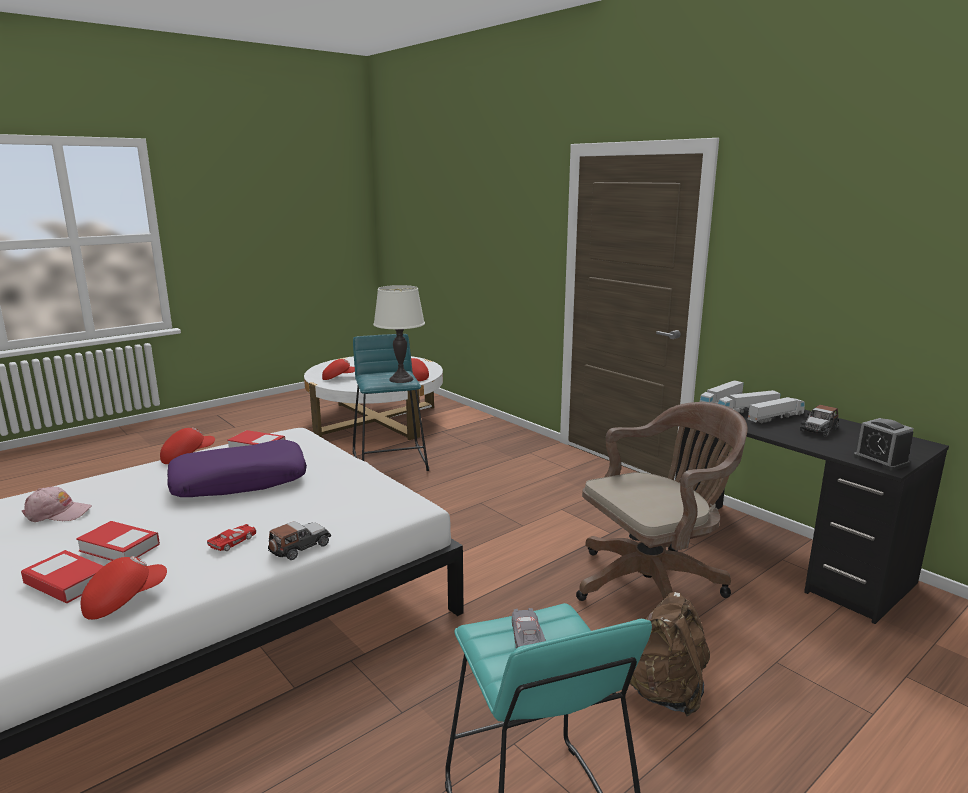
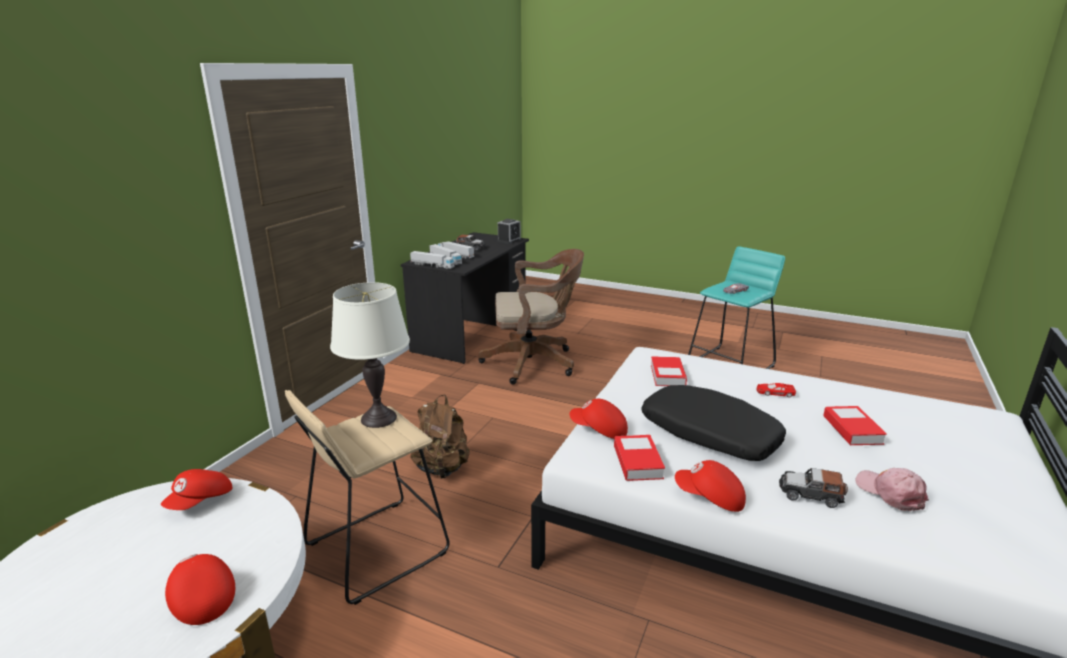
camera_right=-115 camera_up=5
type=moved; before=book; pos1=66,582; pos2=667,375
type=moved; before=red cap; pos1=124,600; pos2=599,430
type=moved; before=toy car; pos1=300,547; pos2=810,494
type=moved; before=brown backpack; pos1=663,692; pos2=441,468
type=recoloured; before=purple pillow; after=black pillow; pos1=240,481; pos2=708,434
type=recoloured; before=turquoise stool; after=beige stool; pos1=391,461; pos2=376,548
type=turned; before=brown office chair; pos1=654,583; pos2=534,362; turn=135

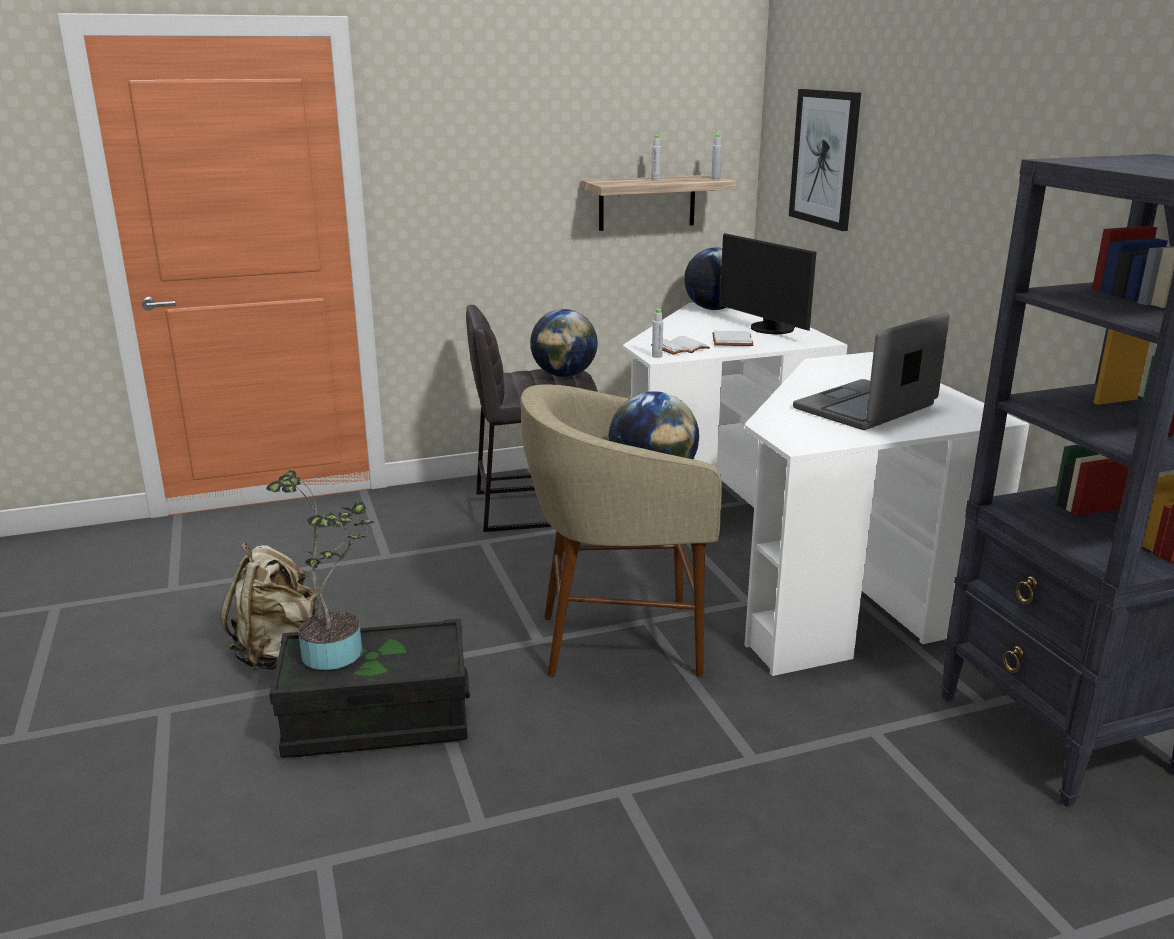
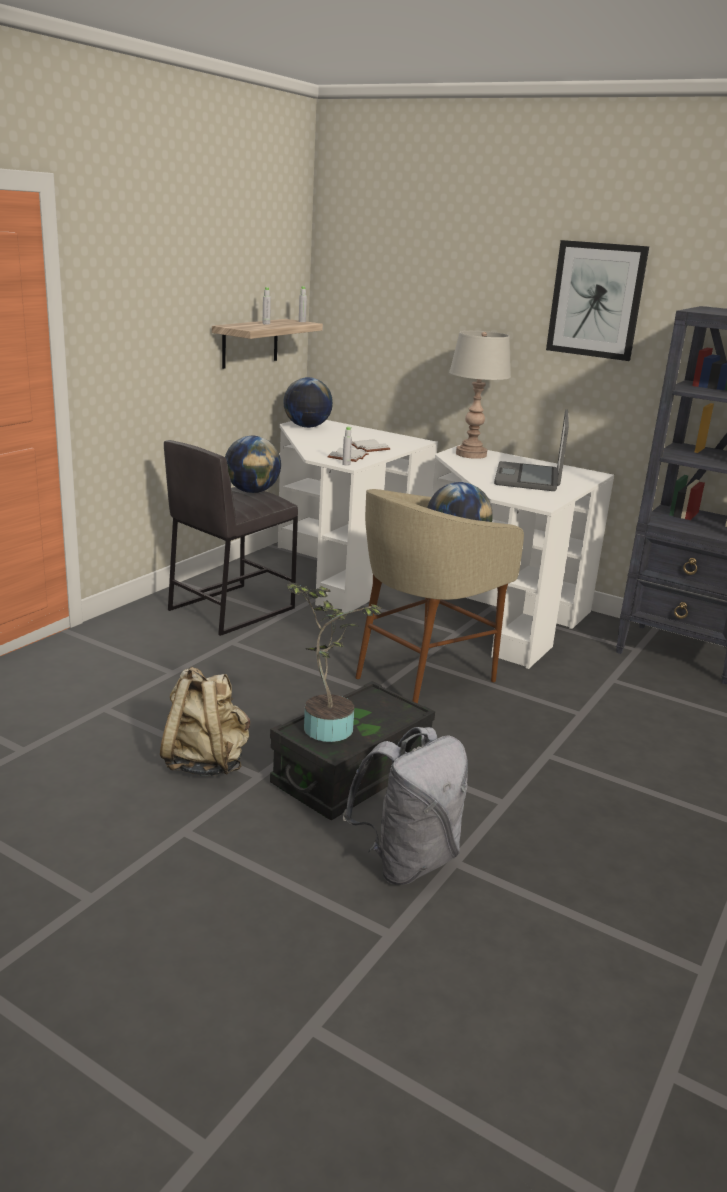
camera_right=-40 camera_up=0
type=removed; before=monitor; pos1=768,329
type=added; after=grey backpack; pos2=407,861
type=added; after=grey table lamp; pos2=471,454
type=moved; before=picture; pos1=825,158; pos2=596,300

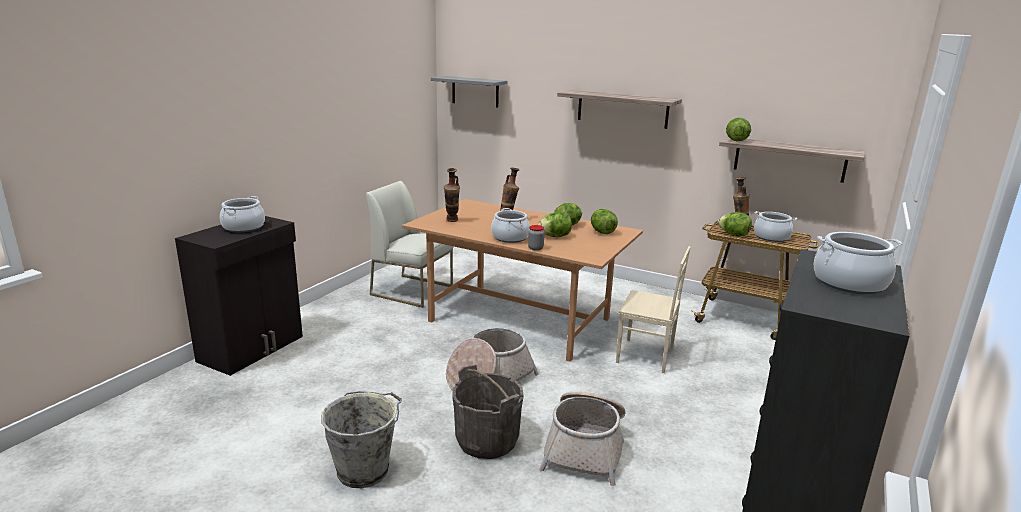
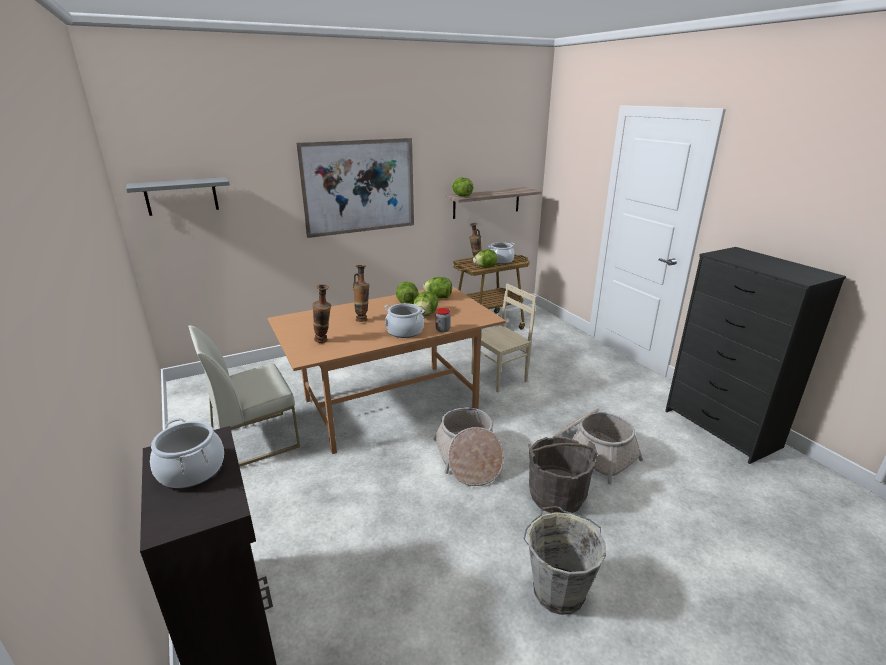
camera_right=-55 camera_up=5
type=removed; before=cooking pot; pos1=849,283
type=replaced; before=shelf; after=picture; pos1=622,109; pos2=359,187

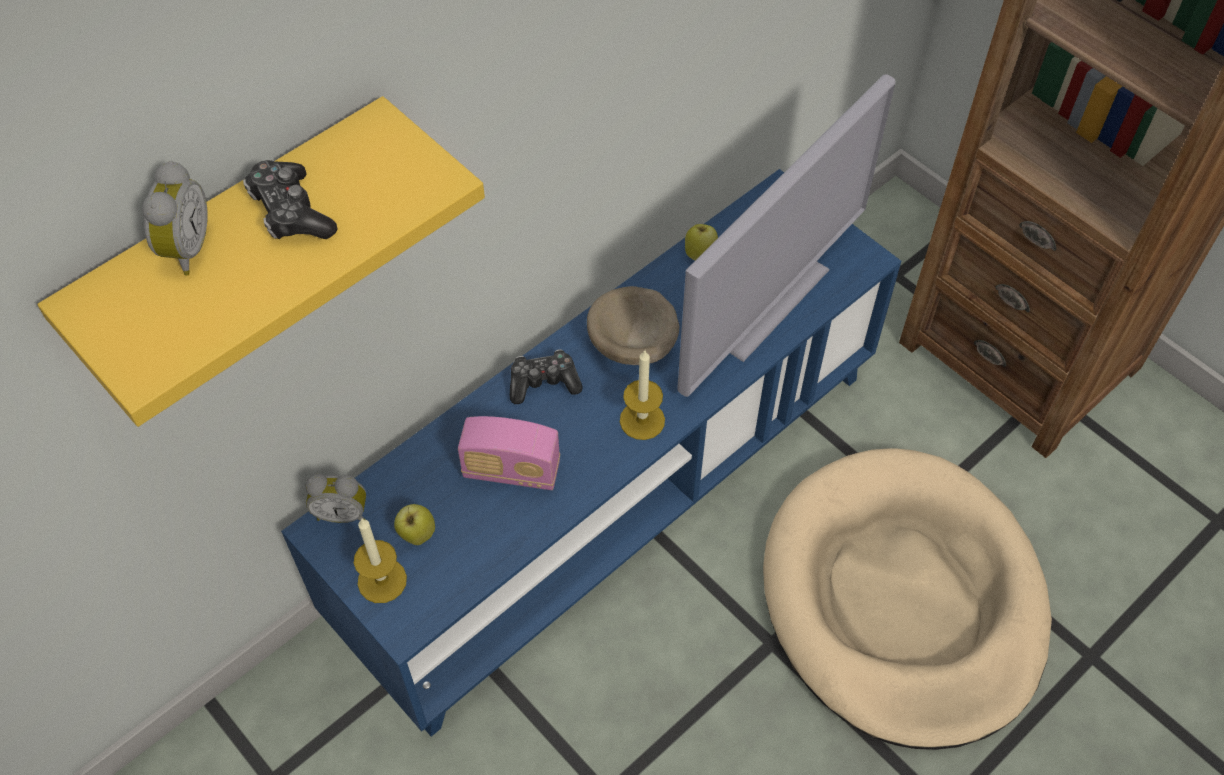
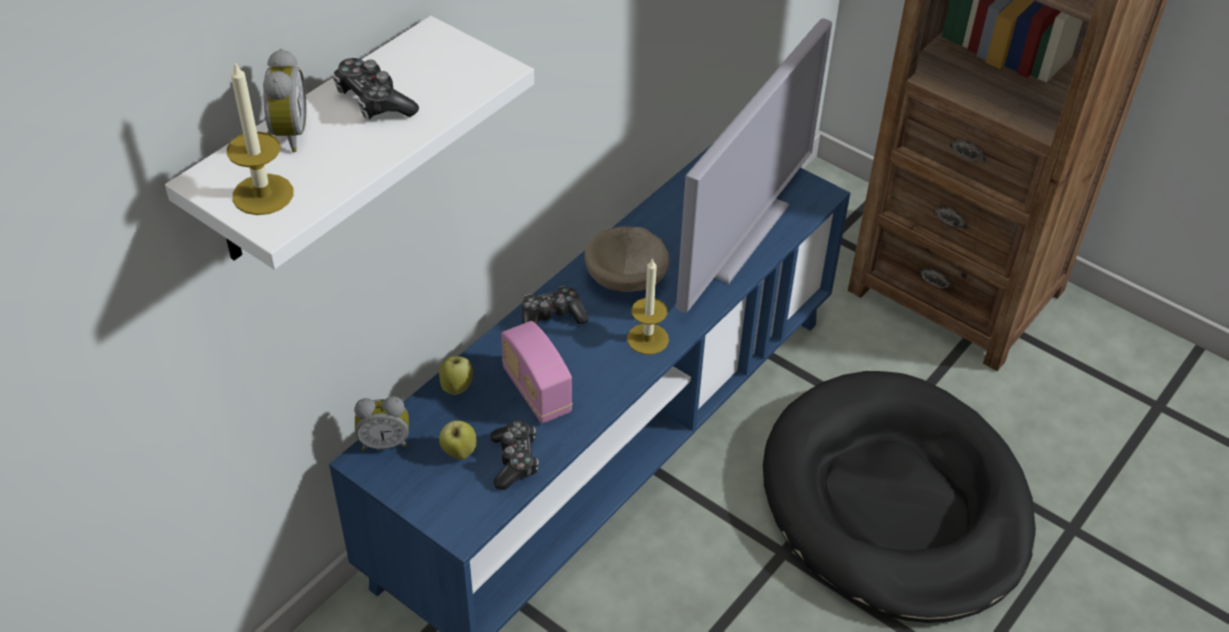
camera_right=-10 camera_up=-10
type=added; after=game controller; pos2=514,461
type=moved; before=candle; pos1=382,580; pos2=263,194
type=moved; before=apple; pos1=700,253; pos2=457,387
type=recoloured; before=yellow shelf; after=white shelf; pos1=237,242; pos2=315,145
type=recoloured; before=beige dog bed; after=black dog bed; pos1=902,600; pos2=895,502
type=turned; before=radio; pos1=511,471; pos2=536,391; turn=60

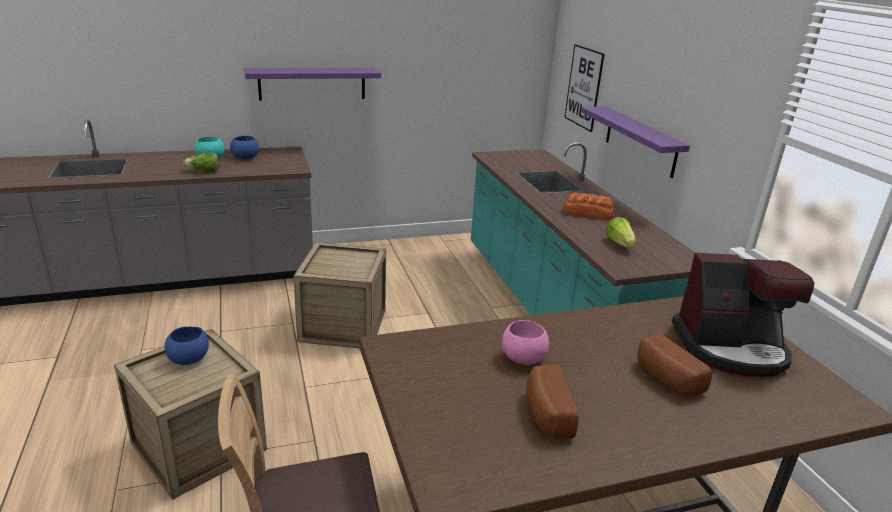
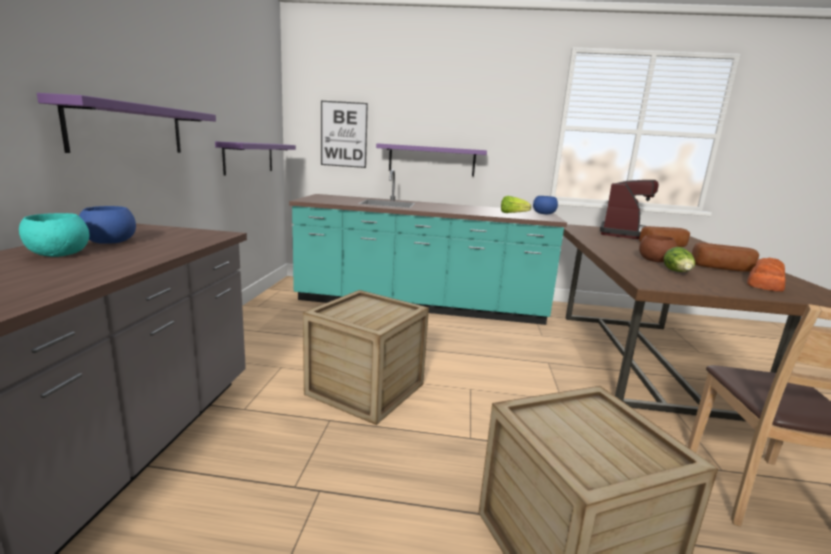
camera_right=-65 camera_up=-10
type=added; after=purple shelf; pos2=249,158
type=moved; before=blue bowl; pos1=190,359; pos2=543,214
type=moved; before=lettuce; pos1=204,171; pos2=678,272
type=moved; before=bread; pos1=587,213; pos2=764,284
type=recoloured; before=pink bowl; after=brown bowl; pos1=523,357; pos2=653,261

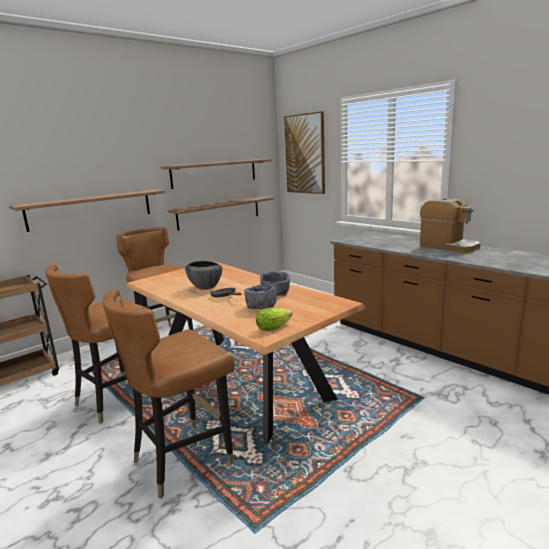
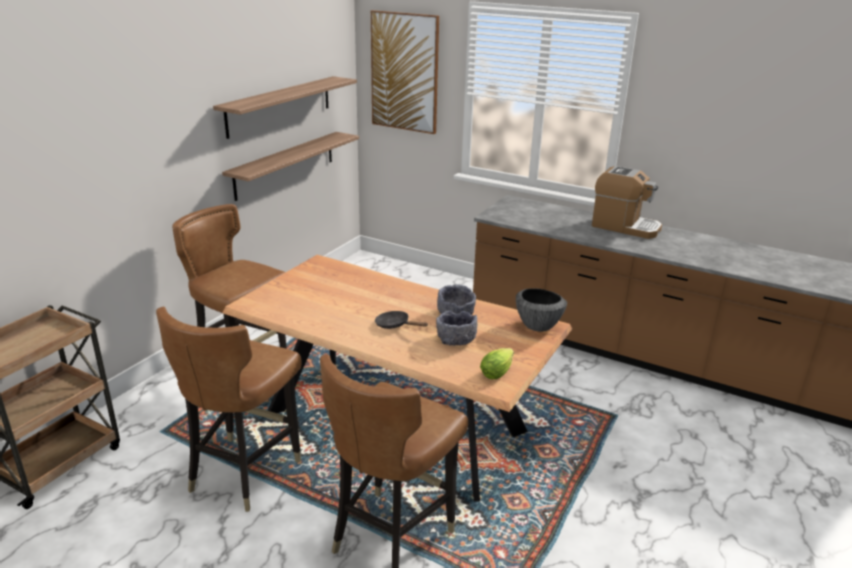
camera_right=-20 camera_up=10
type=removed; before=shelf; pos1=91,209
type=moved; before=bowl; pos1=206,287; pos2=538,326

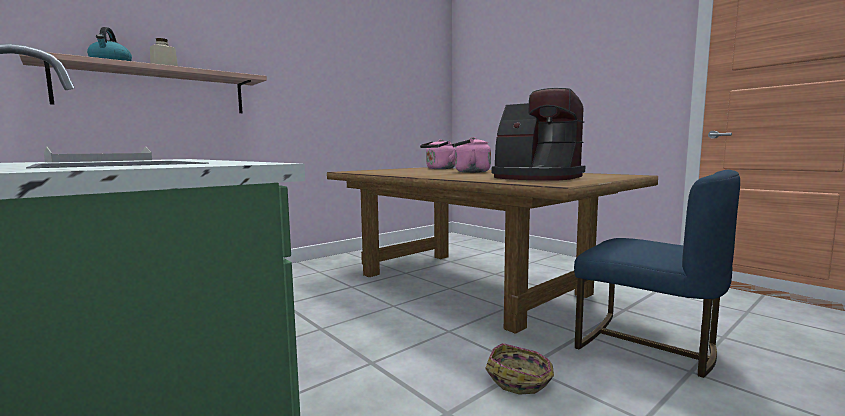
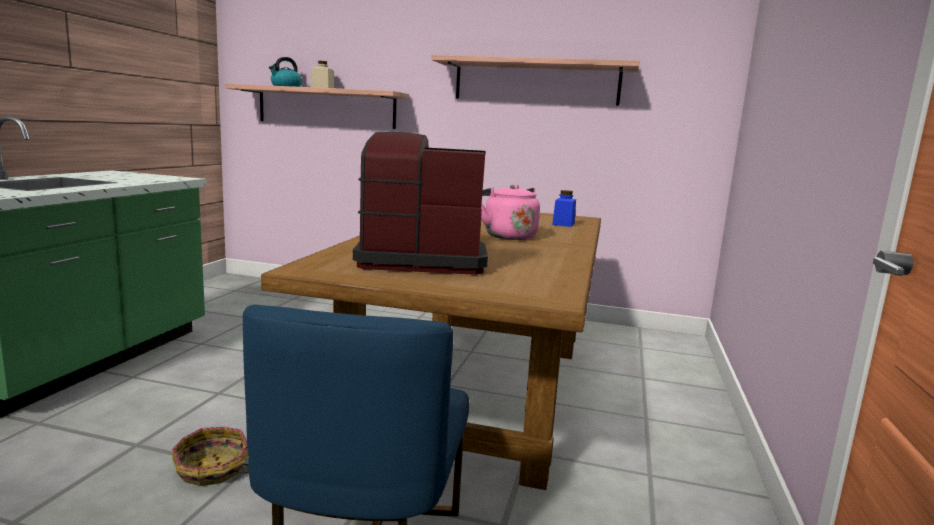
camera_right=55 camera_up=5
type=removed; before=grey tray; pos1=101,161
type=added; after=shelf; pos2=536,82
type=replaced; before=pink kettle; after=blue jar; pos1=439,169; pos2=563,224
type=turned; before=coffee machine; pos1=536,177; pos2=420,260; turn=90

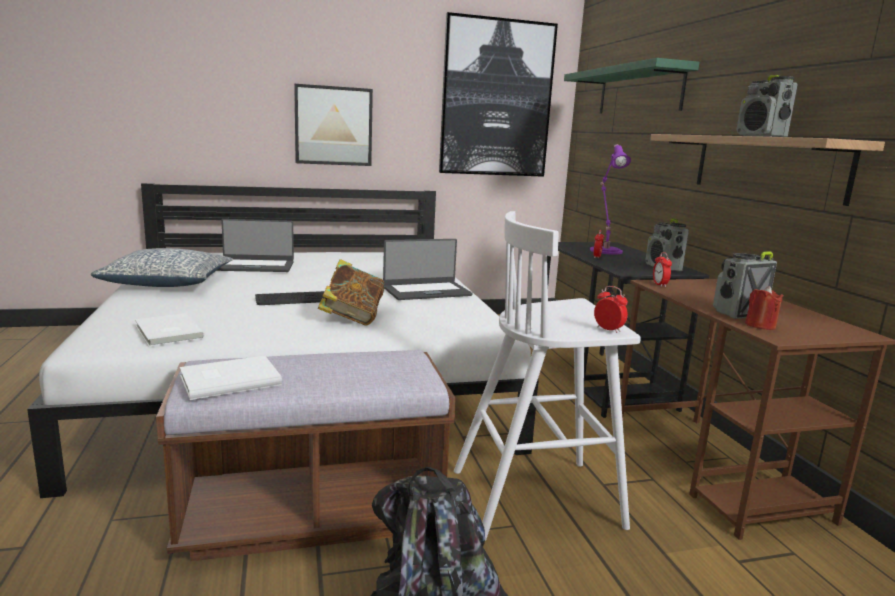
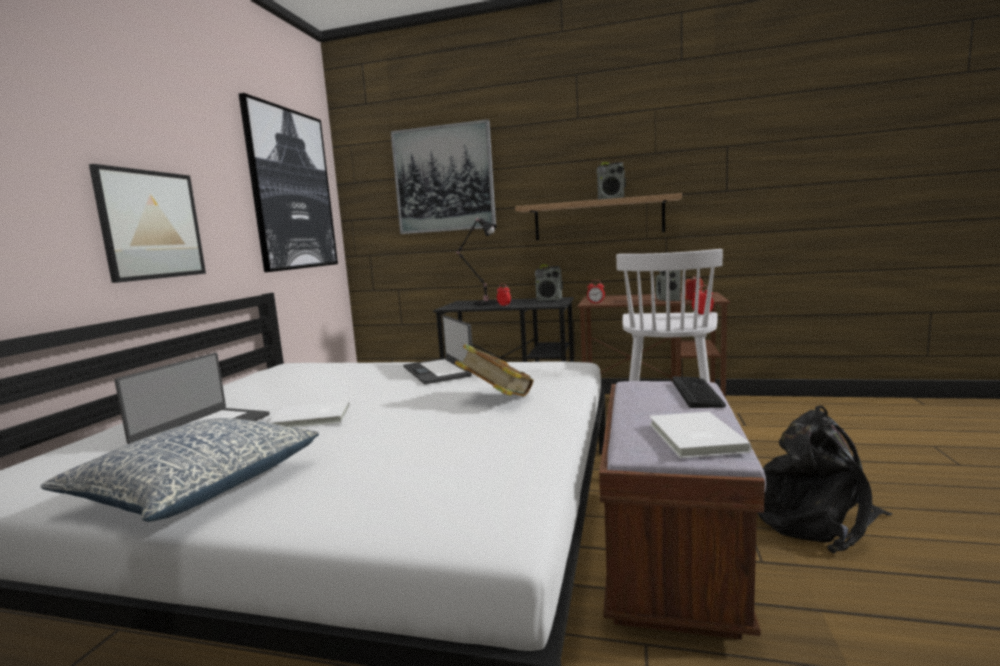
camera_right=-60 camera_up=-5
type=moved; before=white book; pos1=167,332; pos2=312,418
type=moved; before=keyboard; pos1=293,300; pos2=697,393
type=replaced; before=green shelf; after=picture; pos1=639,91; pos2=444,179
type=recoloured; before=purple table lamp; after=black table lamp; pos1=605,250; pos2=484,303
type=turned; before=laptop; pos1=426,291; pos2=438,371; turn=150

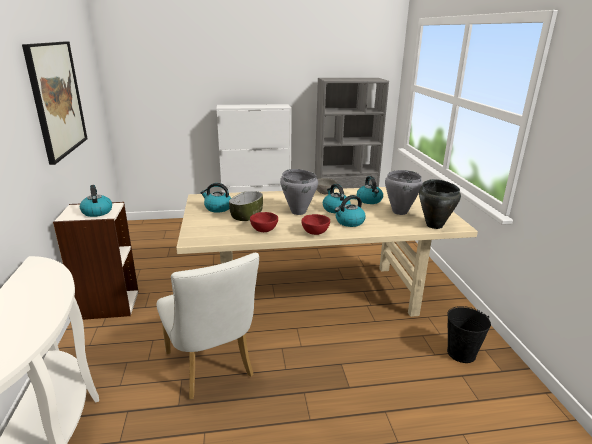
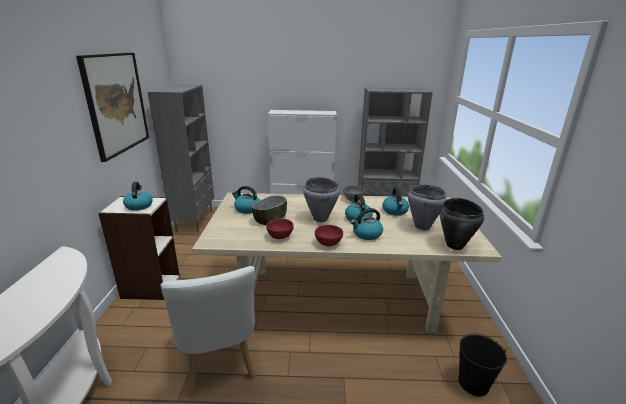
camera_right=10 camera_up=0
type=added; after=grey bookcase; pos2=194,221

